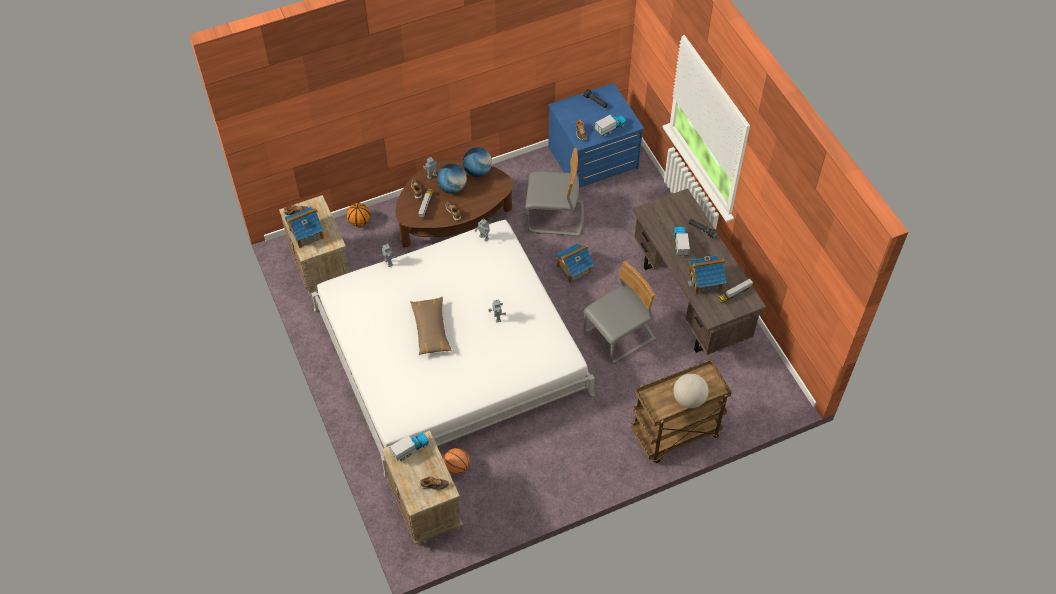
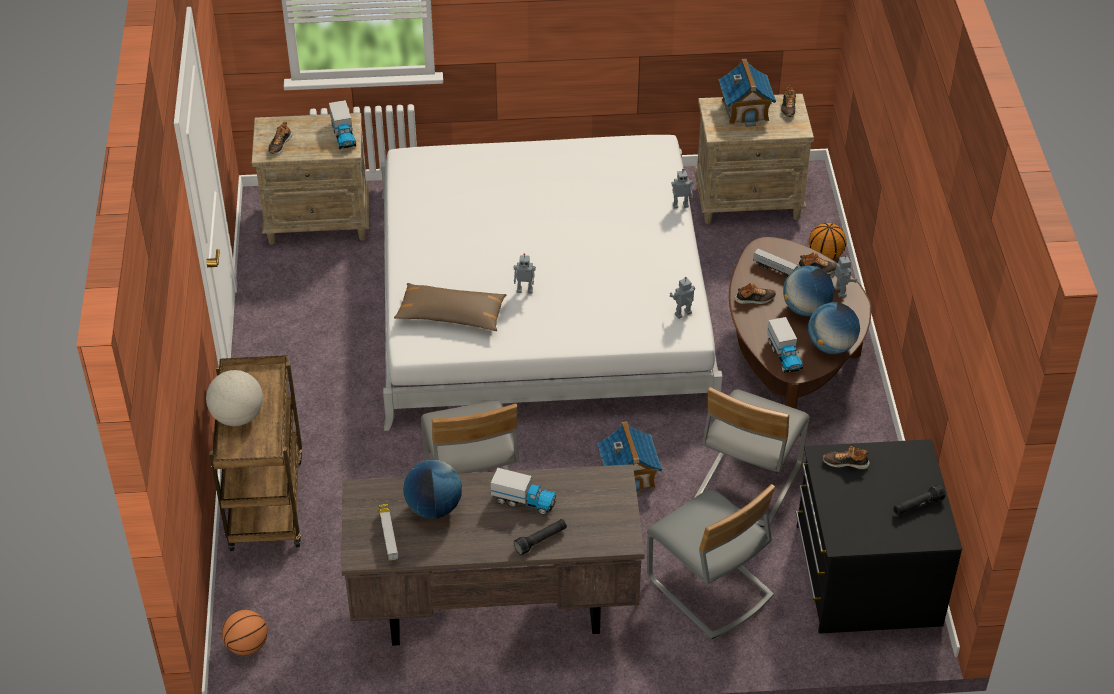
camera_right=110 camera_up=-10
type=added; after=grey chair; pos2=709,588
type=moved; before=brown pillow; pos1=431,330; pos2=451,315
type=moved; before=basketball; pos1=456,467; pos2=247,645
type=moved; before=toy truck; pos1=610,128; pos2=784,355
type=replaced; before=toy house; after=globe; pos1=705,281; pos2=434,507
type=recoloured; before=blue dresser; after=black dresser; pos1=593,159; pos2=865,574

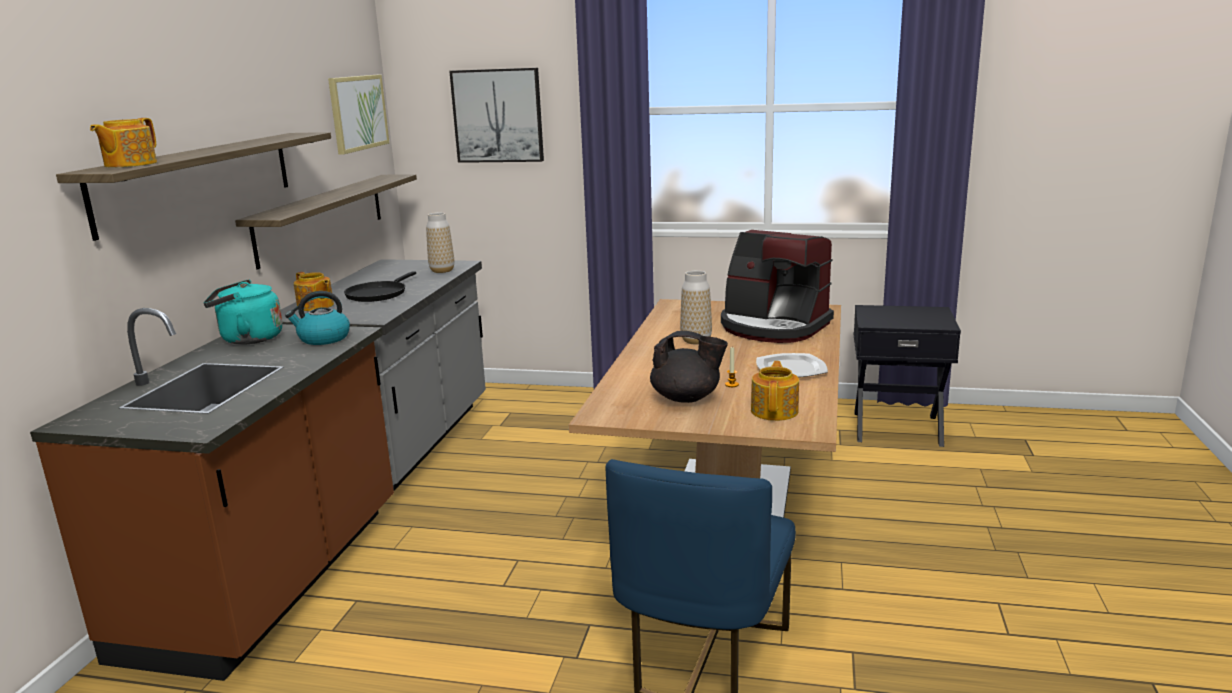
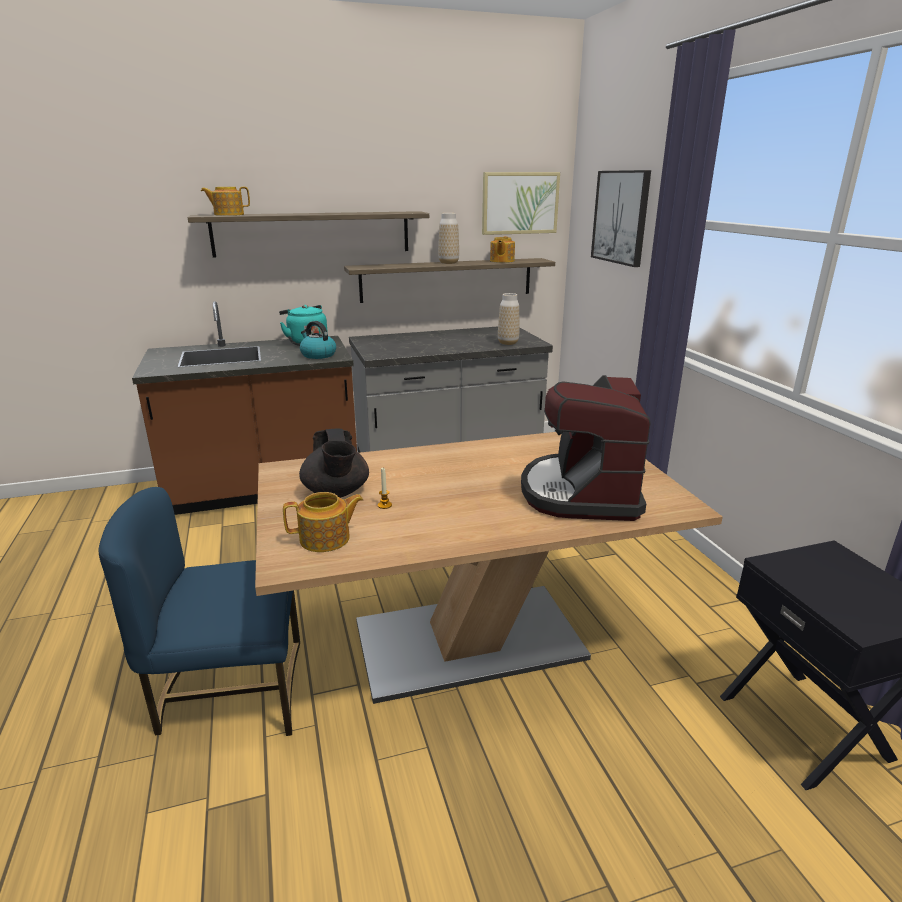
camera_right=60 camera_up=5
type=removed; before=black frying pan; pos1=378,294
type=removed; before=plate; pos1=790,369
type=moved; before=teapot; pos1=315,306; pos2=501,261
type=moved; before=vase; pos1=696,341; pos2=448,263

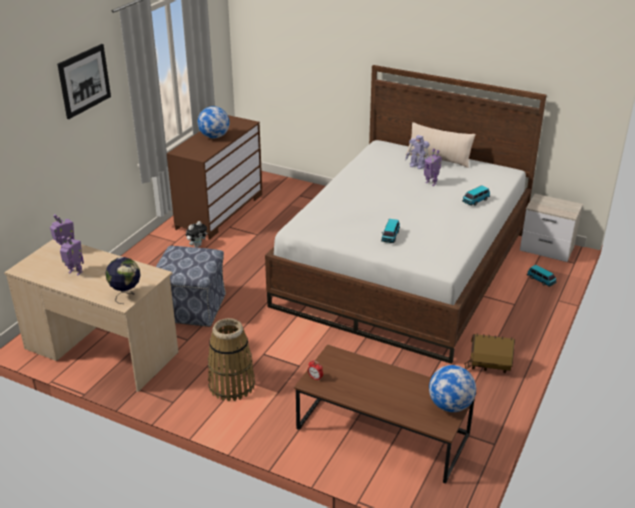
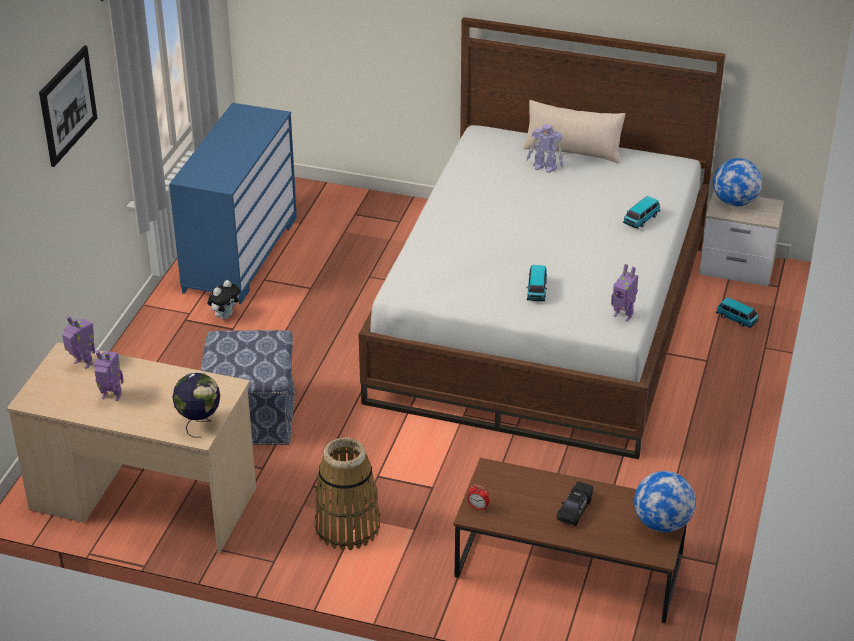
camera_right=-10 camera_up=5
type=removed; before=toy house; pos1=489,367
type=added; after=black toy car; pos2=574,510
type=moved; before=globe; pos1=214,137; pos2=735,202
type=moved; before=toy robot; pos1=431,183; pos2=623,315
type=recoloured; before=brown dresser; after=blue dresser; pos1=219,211; pos2=240,254

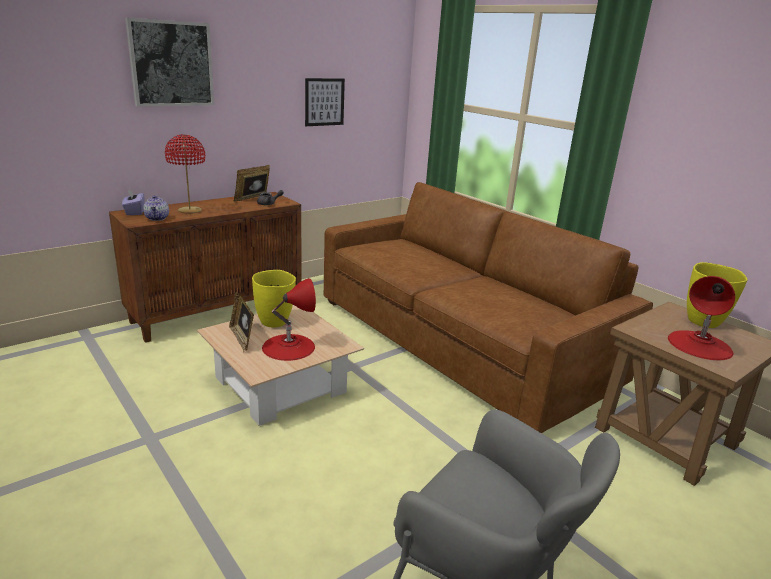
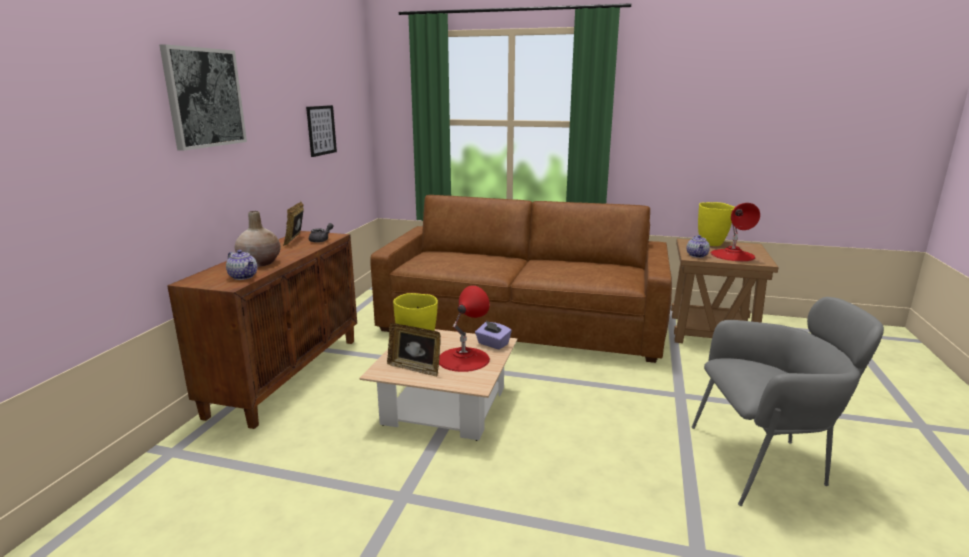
camera_right=-35 camera_up=-5
type=added; after=teapot; pos2=697,255
type=moved; before=purple tissue box; pos1=134,212; pos2=492,344
type=replaced; before=red table lamp; after=beige vase; pos1=190,211; pos2=260,263

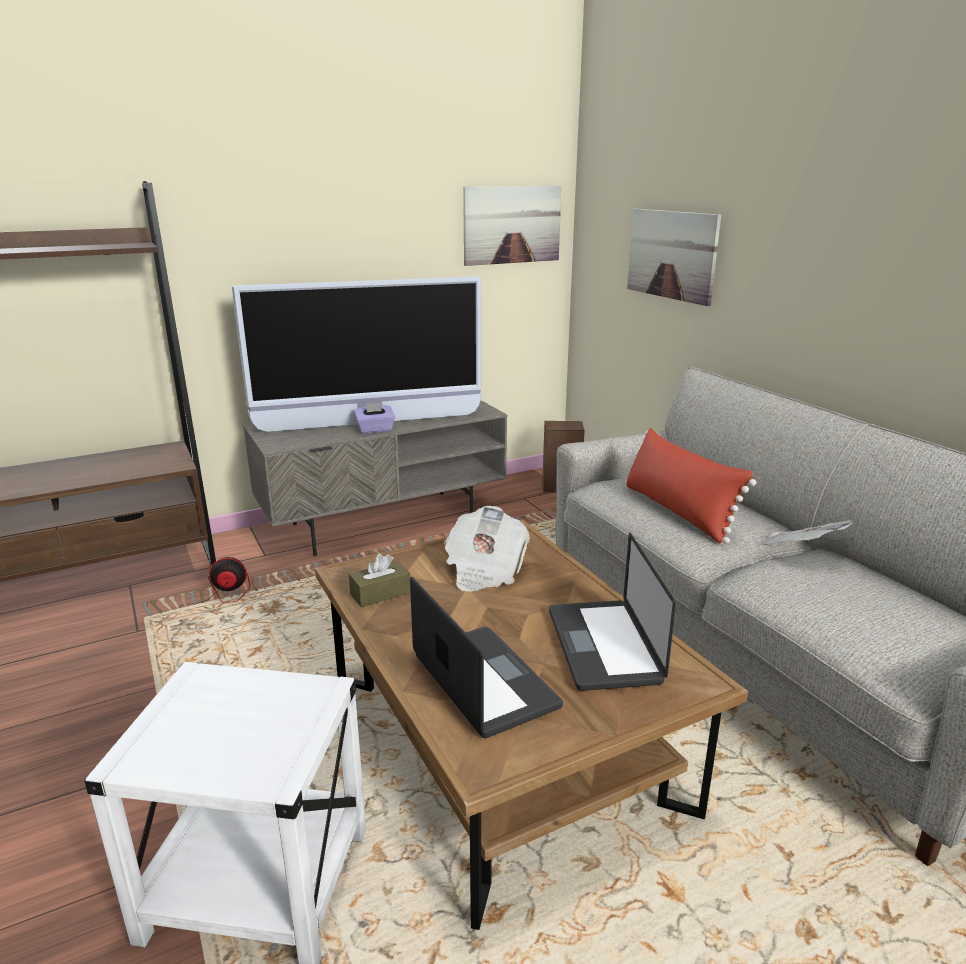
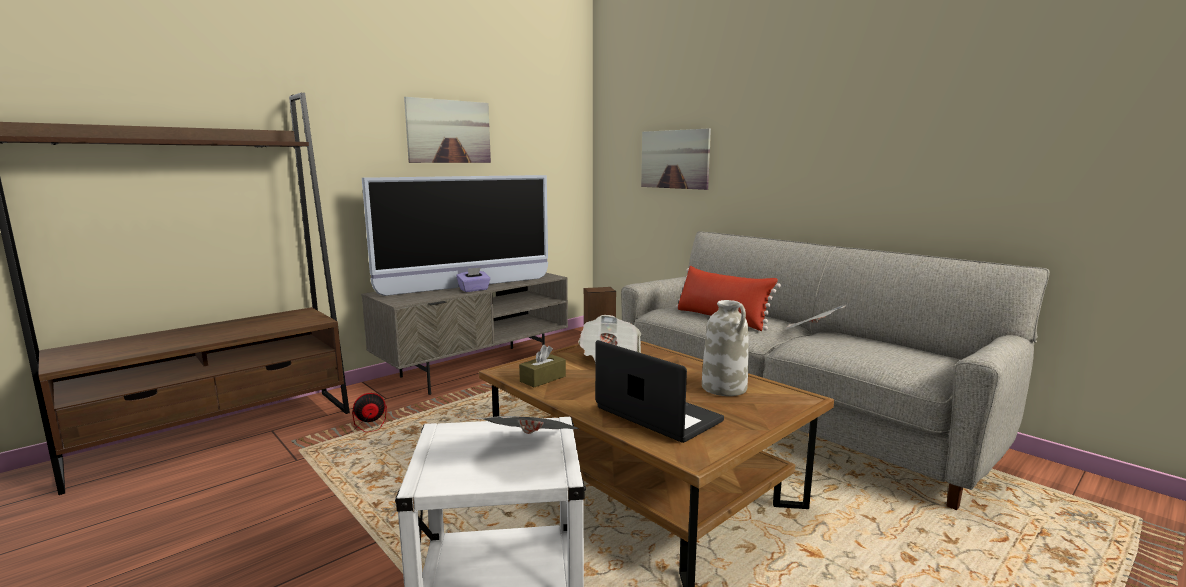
camera_right=-15 camera_up=-10
type=added; after=newspaper; pos2=531,449
type=moved; before=picture; pos1=512,225; pos2=449,131
type=replaced; before=laptop; after=white vase; pos1=603,645; pos2=725,388

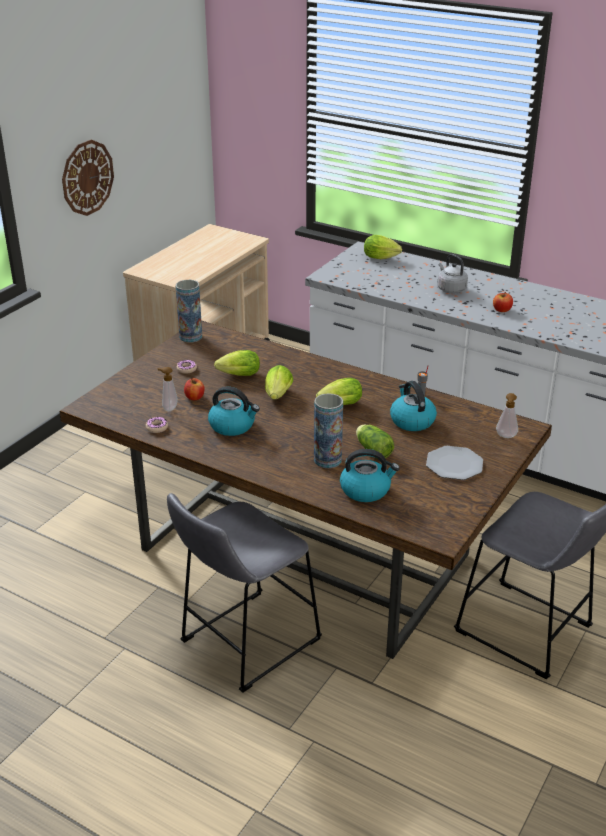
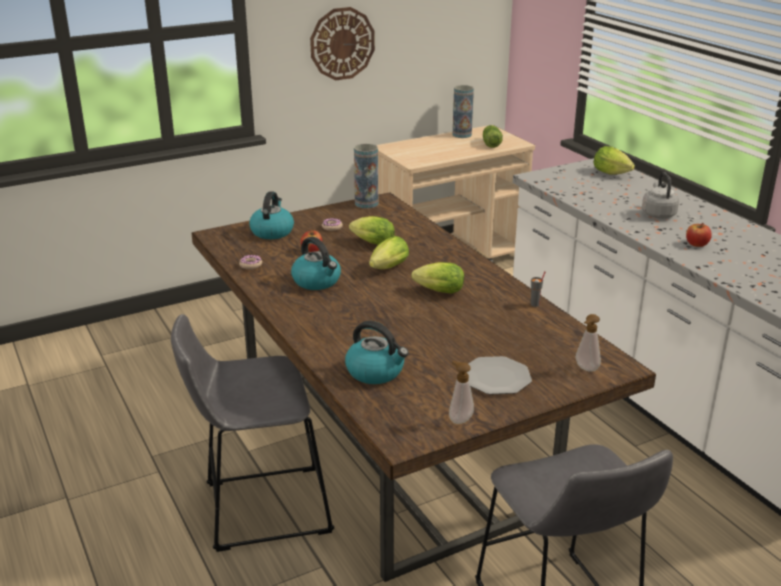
camera_right=30 camera_up=-5
type=moved; before=soap dispenser; pos1=168,408; pos2=459,419
type=moved; before=vase; pos1=327,460; pos2=462,135
type=moved; before=lettuce; pos1=372,449; pos2=491,143
type=moved; before=kettle; pos1=411,421; pos2=272,231

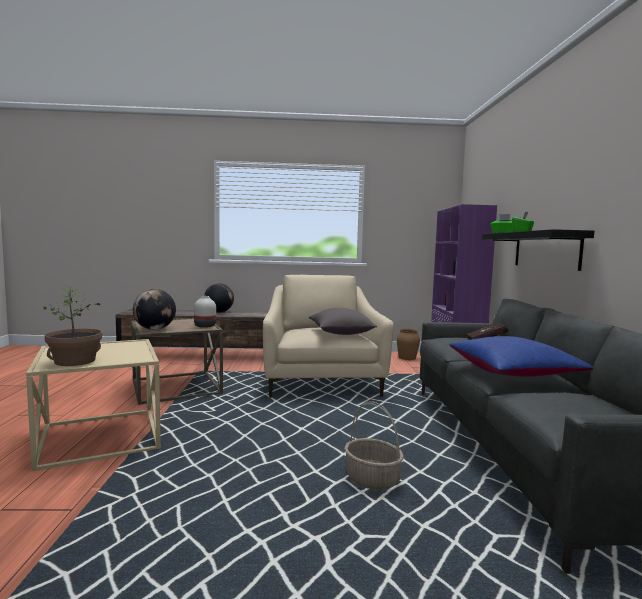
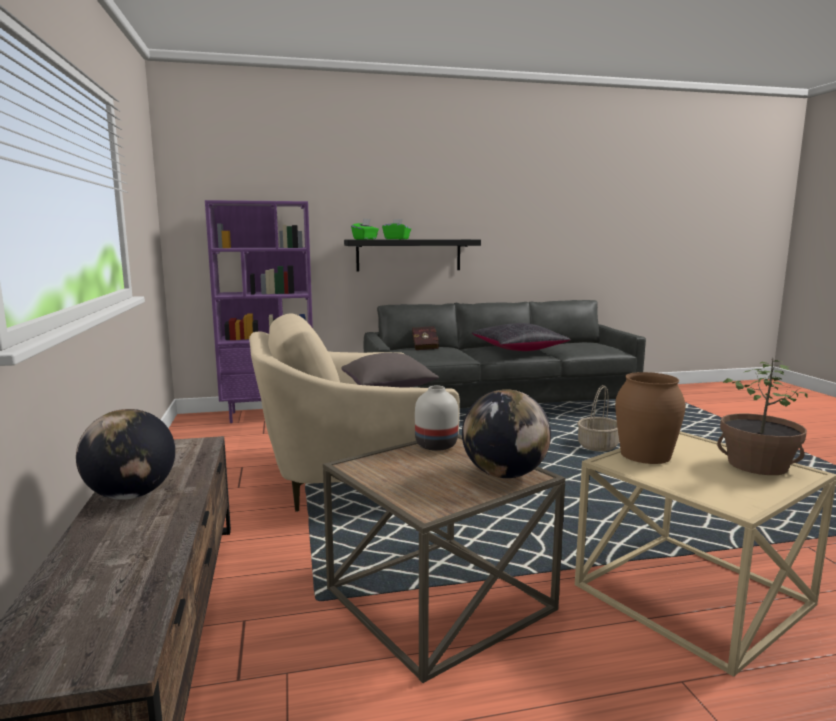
camera_right=-100 camera_up=5
type=moved; before=brown vase; pos1=407,358; pos2=646,455
type=recoloured; before=blue pillow; after=black pillow; pos1=512,372; pos2=519,349

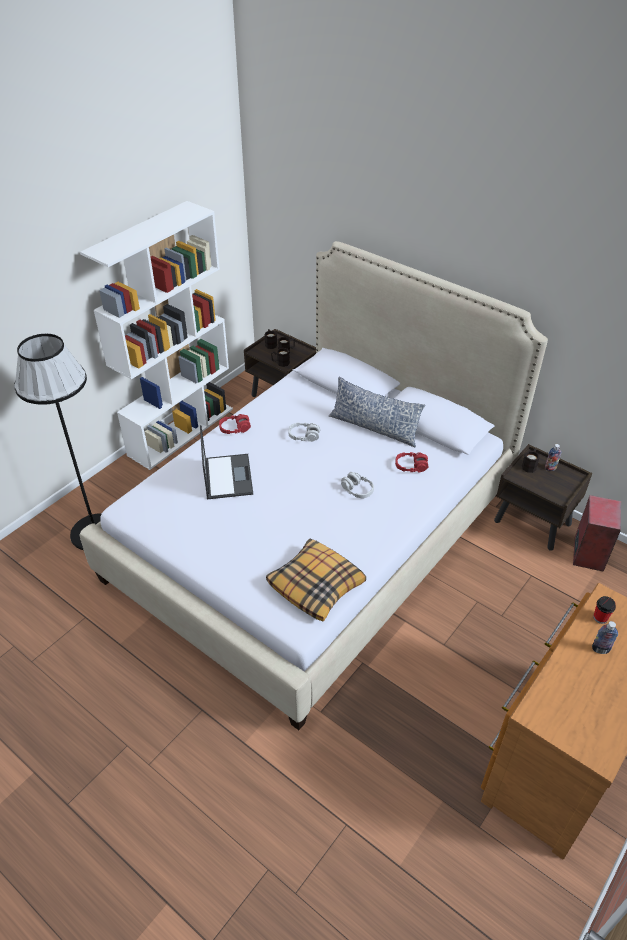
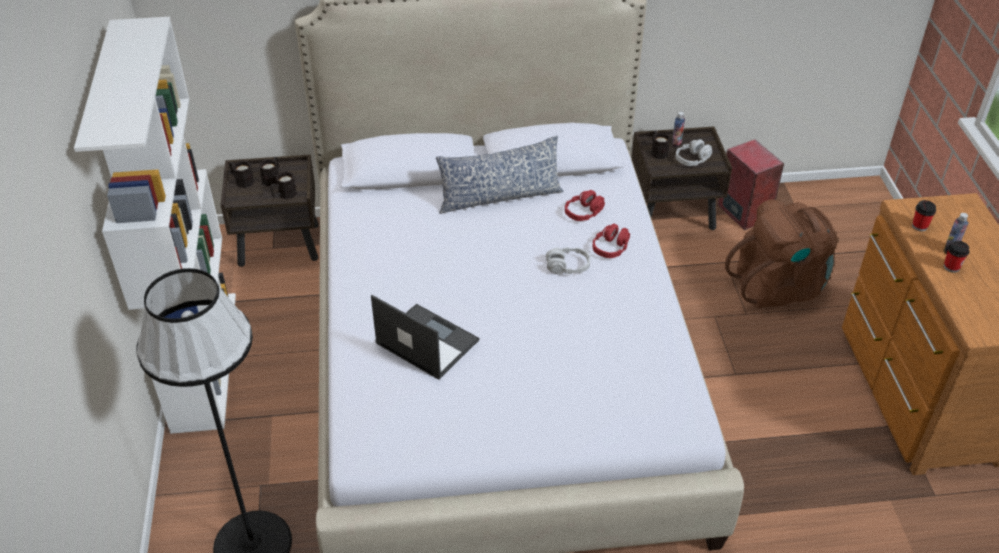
camera_right=-45 camera_up=0
type=removed; before=pillow; pos1=316,585
type=added; after=brown backpack; pos2=778,286
type=added; after=cup; pos2=951,267
type=moved; before=red headphones; pos1=235,428; pos2=610,247
type=moved; before=grey headphones; pos1=304,436; pos2=692,159

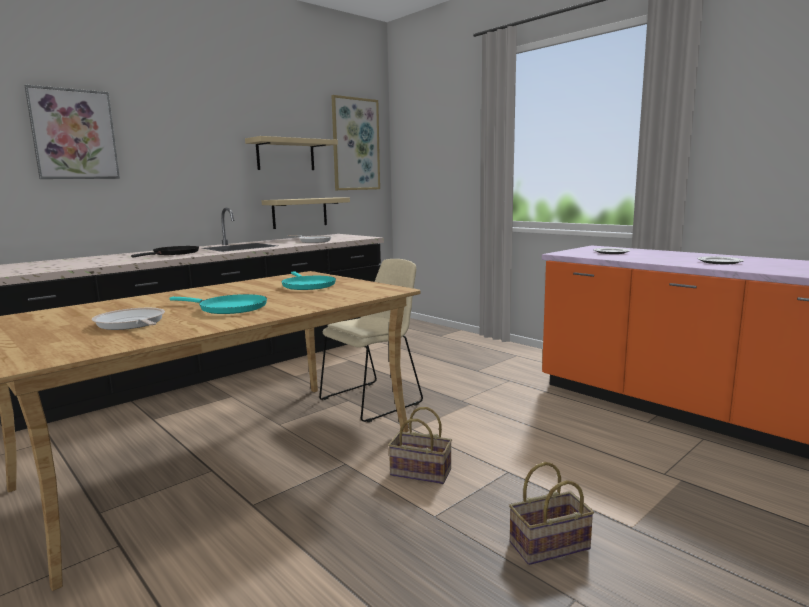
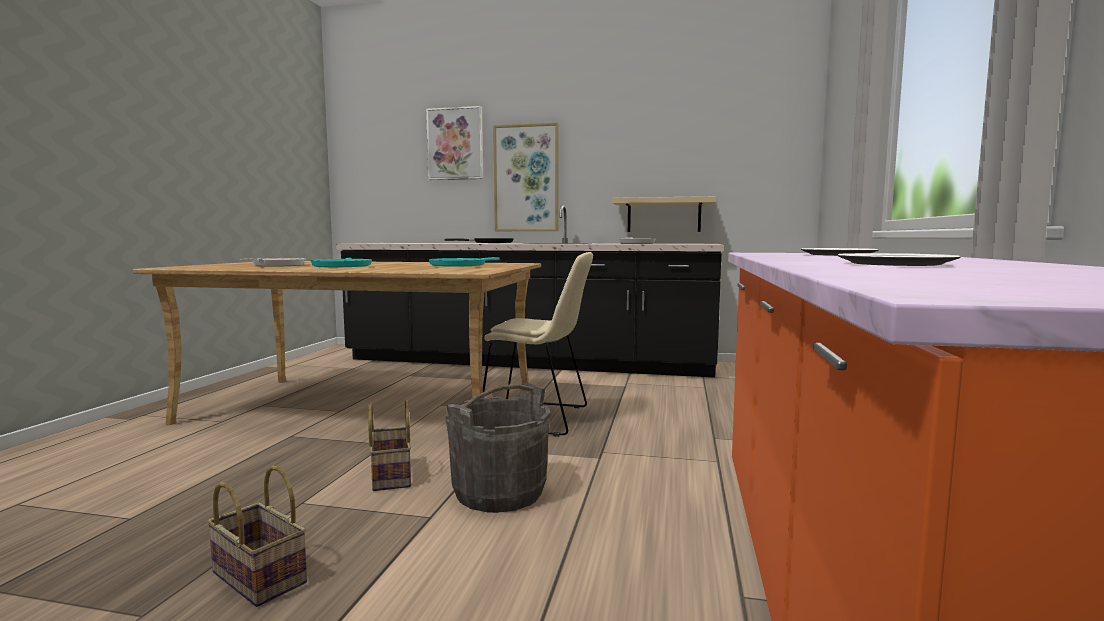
camera_right=55 camera_up=-5
type=removed; before=beige shelf; pos1=285,155
type=added; after=grey bucket; pos2=499,492
type=moved; before=picture; pos1=355,144; pos2=526,178

